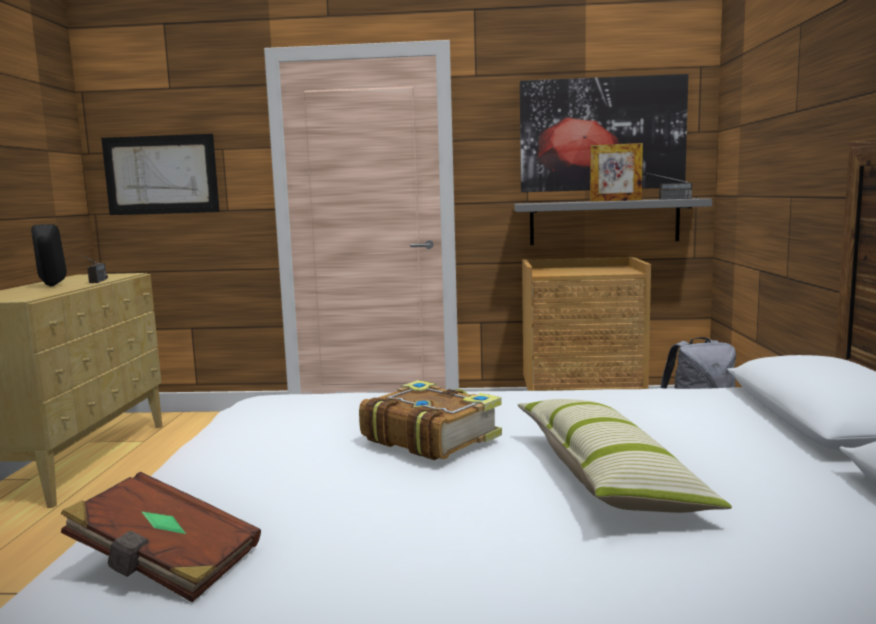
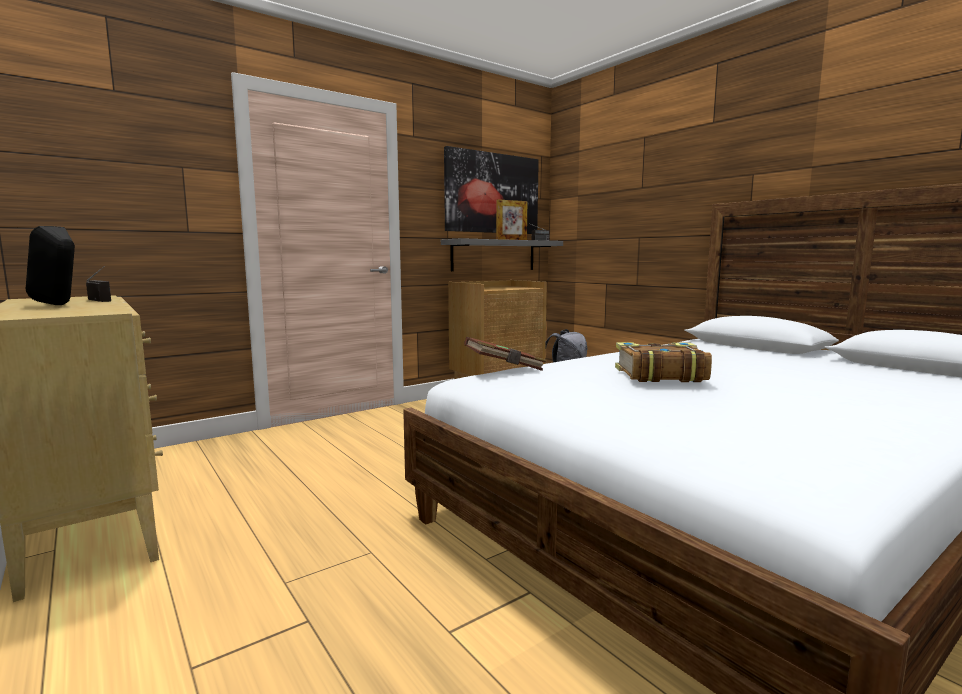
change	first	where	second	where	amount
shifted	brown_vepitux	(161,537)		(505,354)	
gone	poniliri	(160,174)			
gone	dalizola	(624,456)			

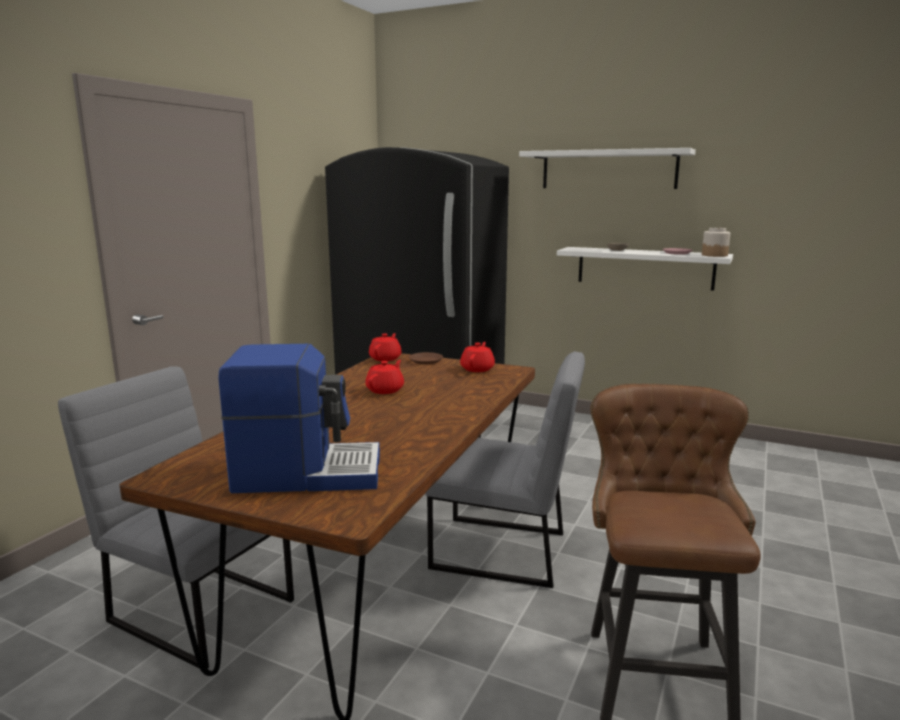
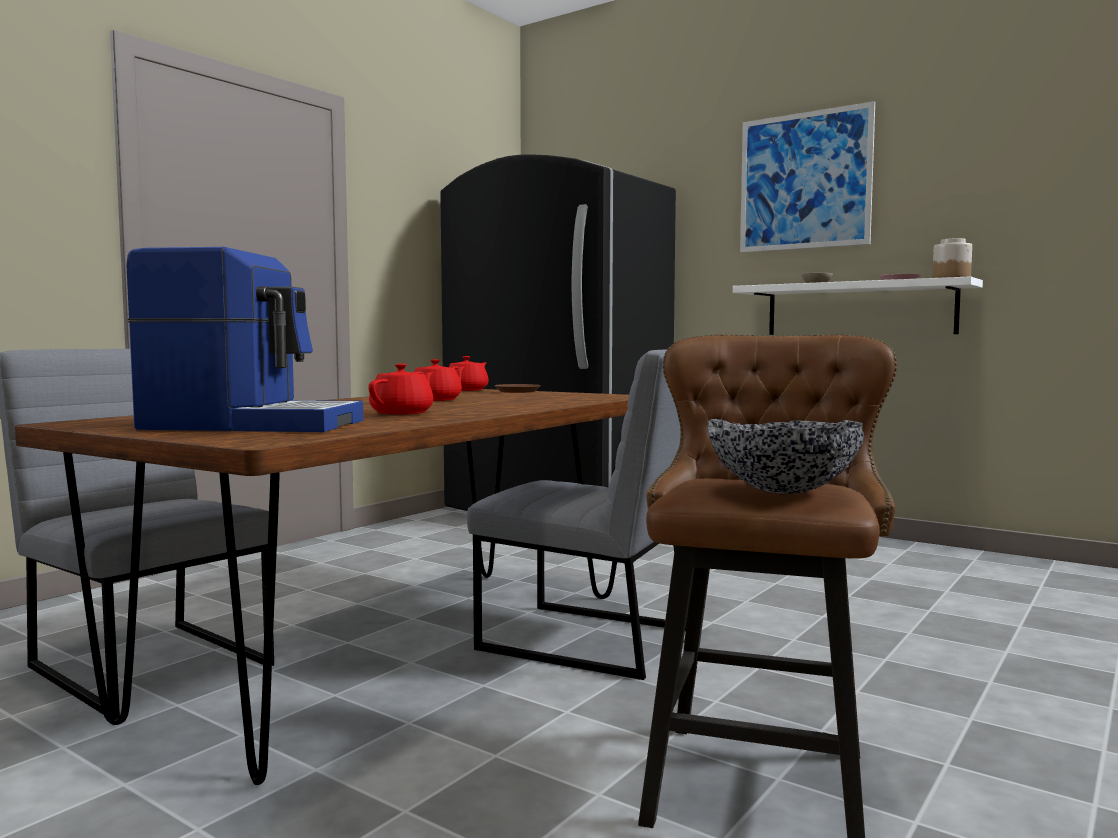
change	first	where	second	where	amount
shifted	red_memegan	(477,357)		(401,389)	
swapped	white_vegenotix	(607,168)	poniliri	(807,177)	
new			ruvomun	(786,456)	

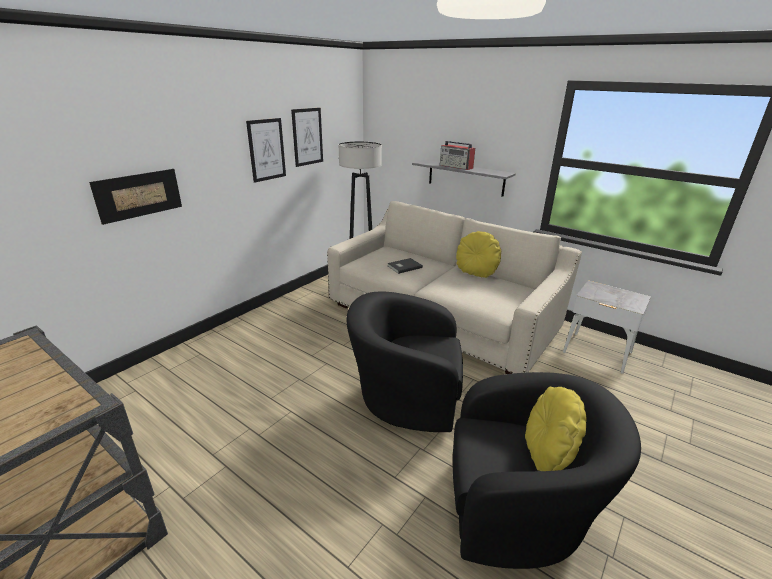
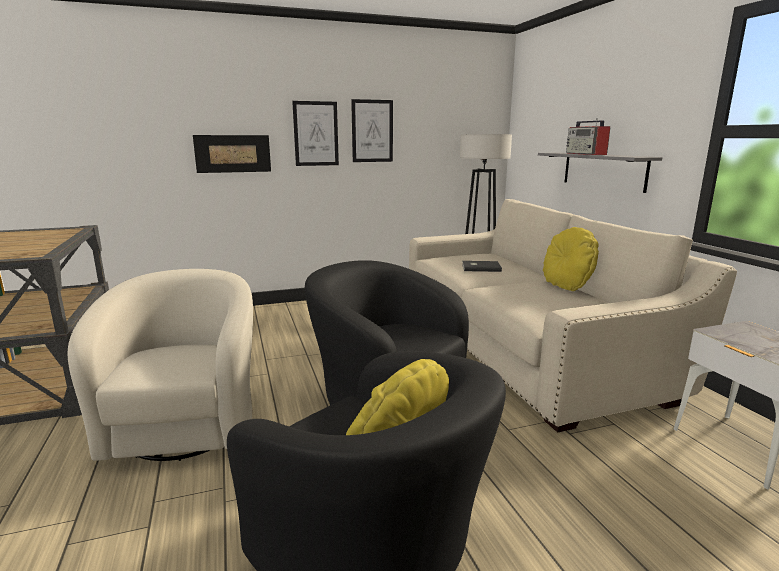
change	first	where	second	where	amount
shifted	poniliri	(307,137)		(315,133)	
new			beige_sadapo	(160,365)	

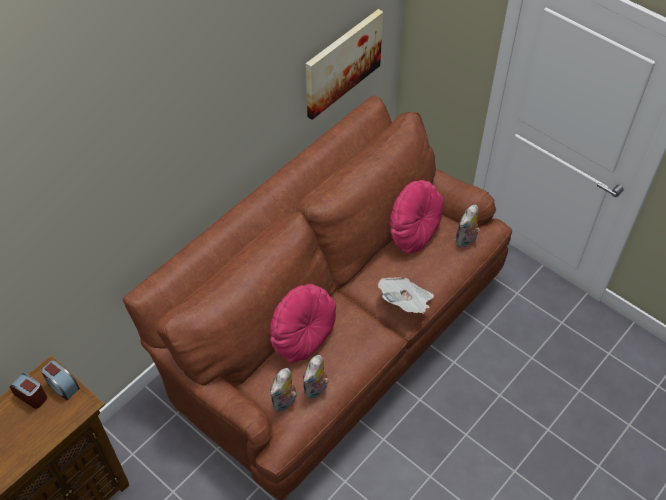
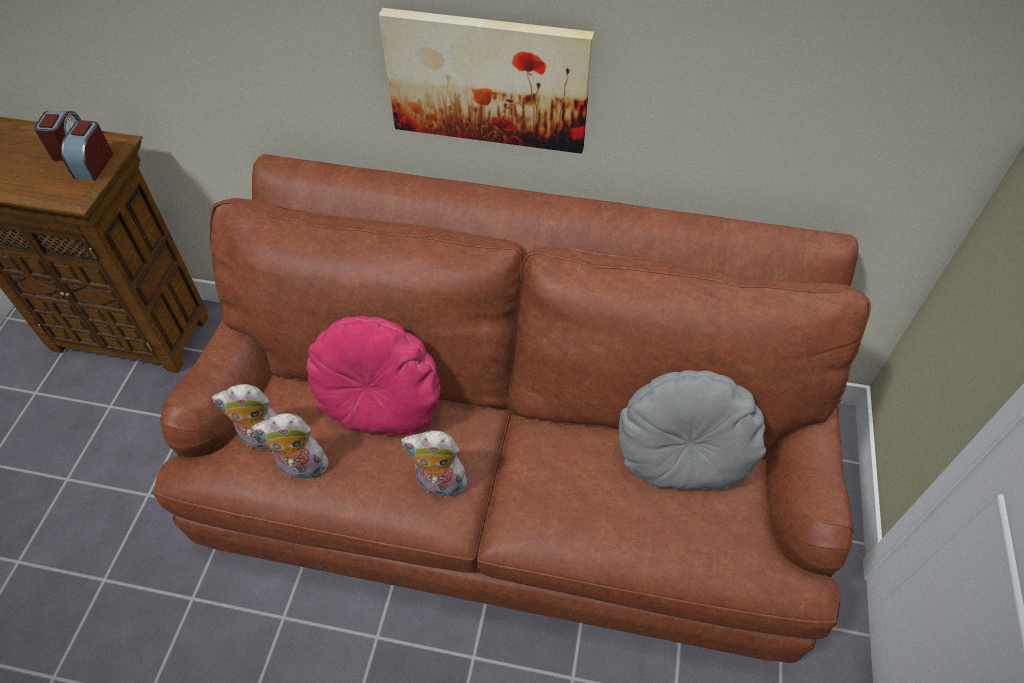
change	first	where	second	where	amount
shifted	poniliri	(344,64)		(486,81)	
gone	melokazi	(406,295)			
repainted	pink_dalizola	(416,217)	grey_dalizola	(692,430)	
shifted	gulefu	(467,226)		(435,465)	

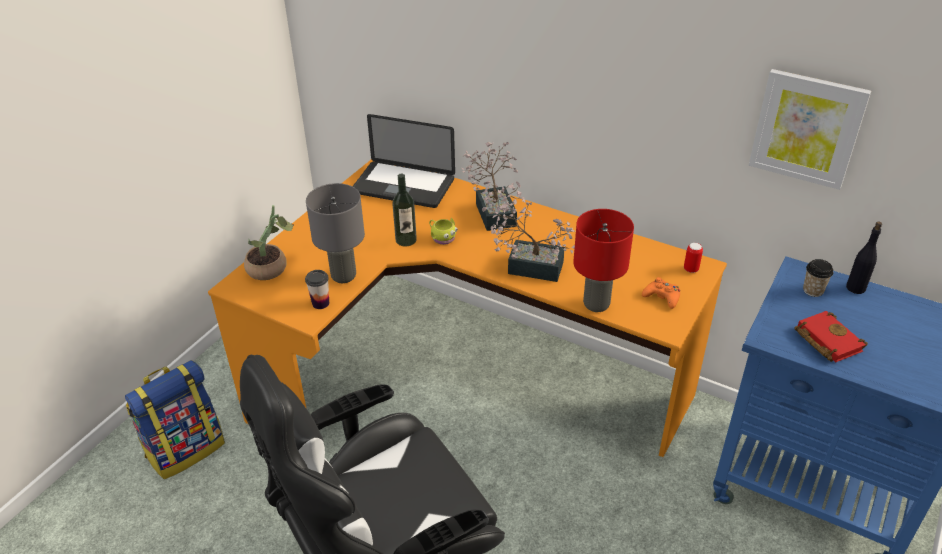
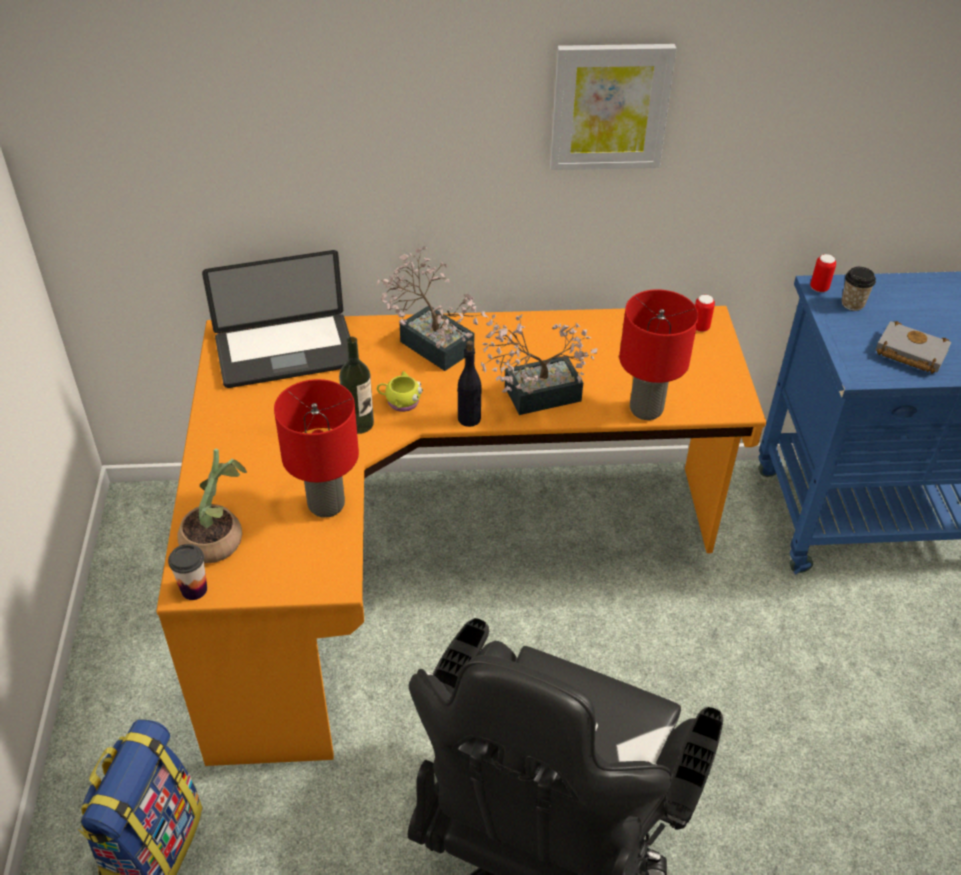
change	first	where	second	where	amount
shifted	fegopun	(317,289)		(187,572)	
repainted	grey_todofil	(335,233)	red_todofil	(316,448)	
gone	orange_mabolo	(661,293)			
shifted	poniliri	(810,129)		(613,107)	
repainted	red_vepitux	(831,336)	grey_vepitux	(913,347)	
shifted	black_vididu	(864,258)		(469,384)	
new			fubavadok	(823,273)	

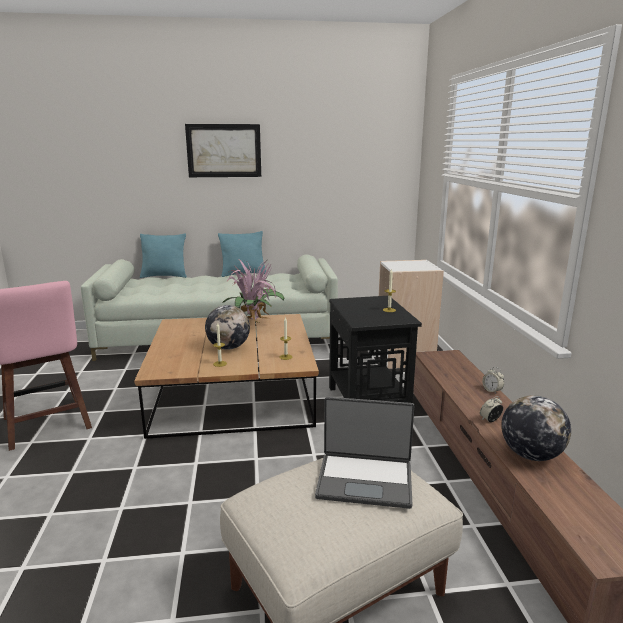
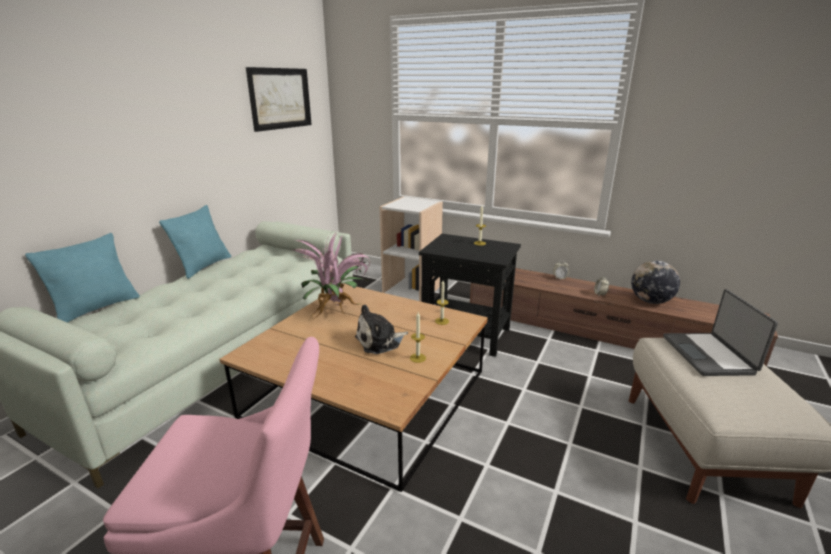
change	first	where	second	where	amount
shifted	poniliri	(223,150)		(279,99)	
swapped	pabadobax	(227,327)	gulefu	(381,329)	
rotated	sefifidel	(364,453)		(720,332)	135 degrees clockwise

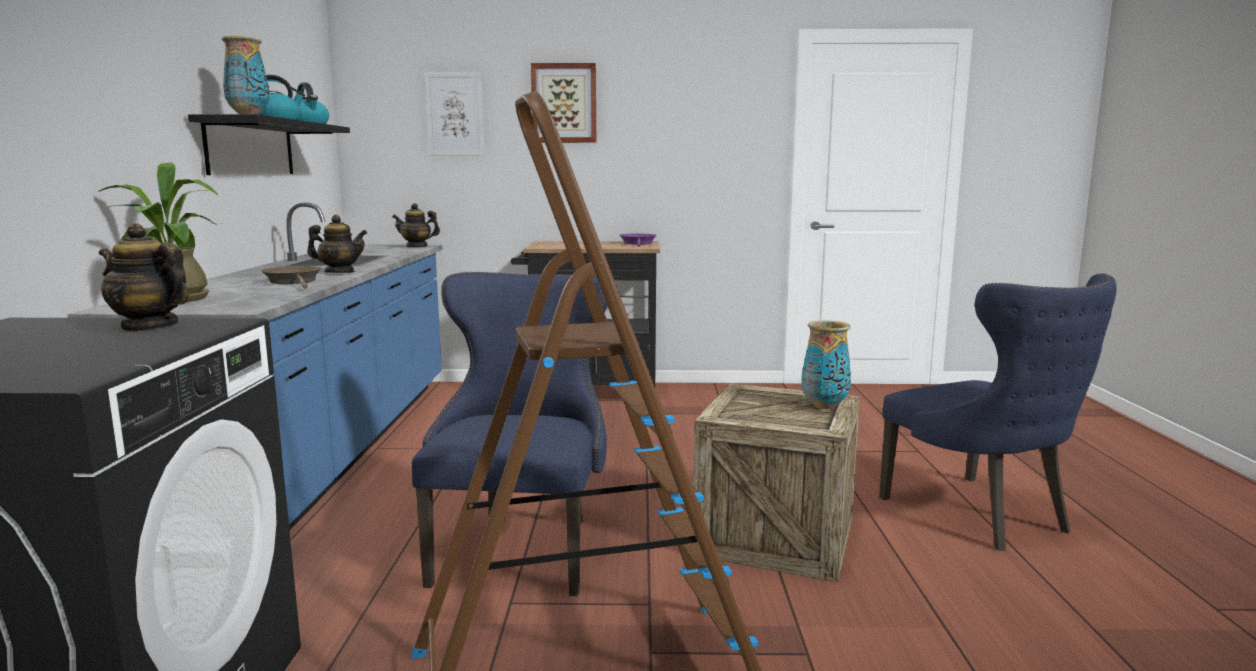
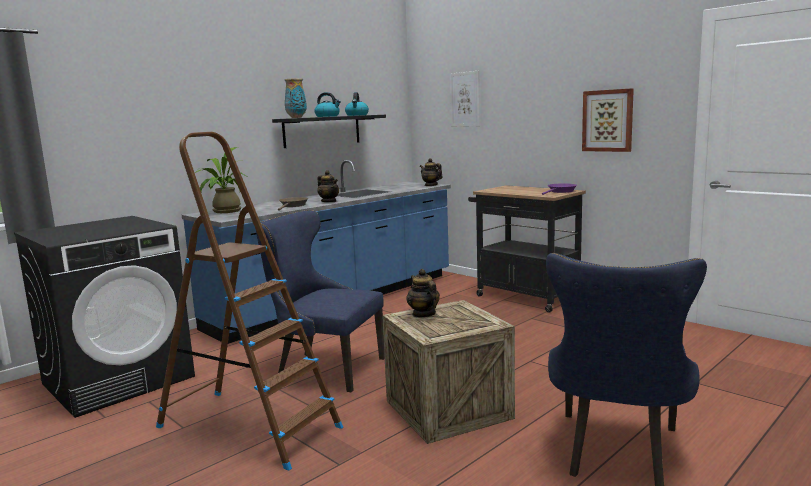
change	first	where	second	where	amount
shifted	memegan	(144,277)		(423,293)	
rotated	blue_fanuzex	(509,434)		(320,301)	120 degrees counterclockwise
shifted	poniliri	(563,103)		(608,120)	
gone	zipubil	(826,364)			

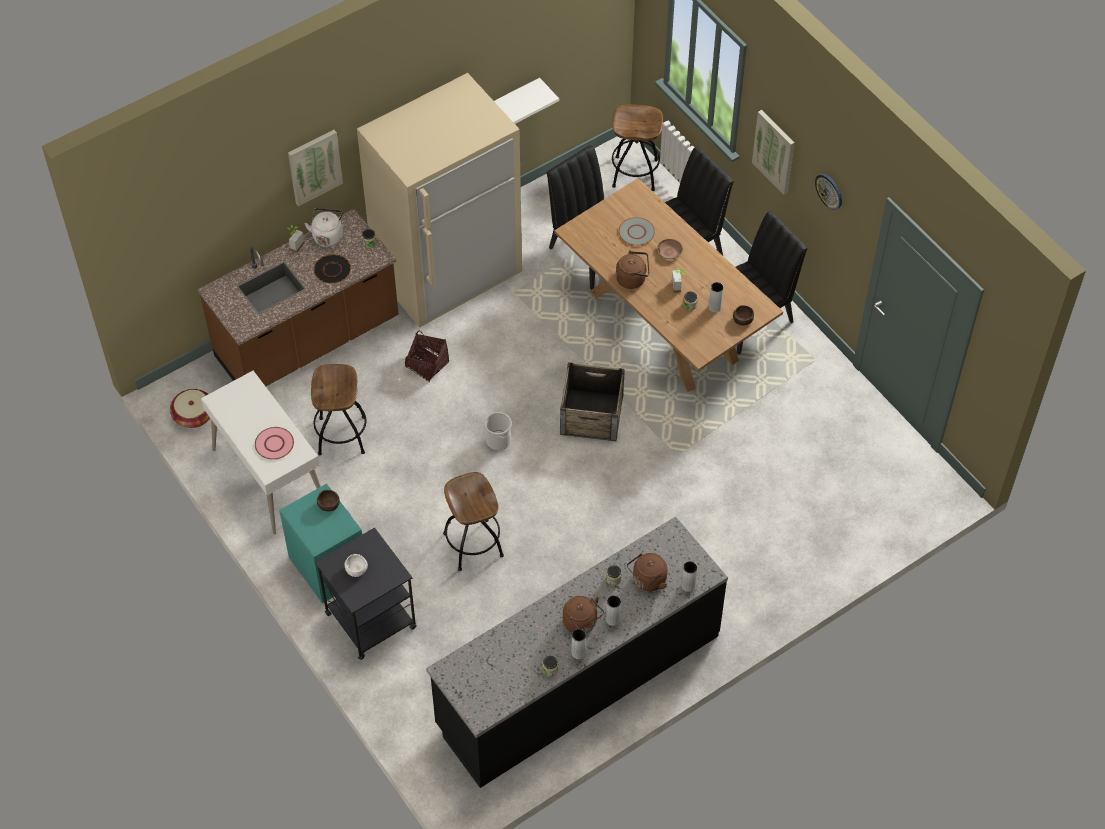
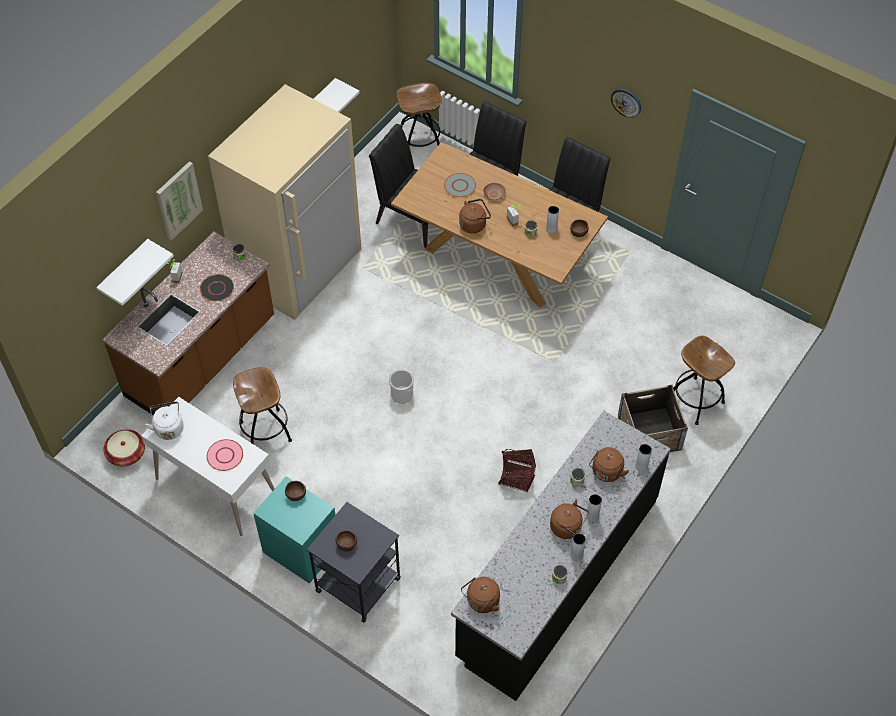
change	first	where	second	where	amount
shifted	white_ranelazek	(323,227)		(164,420)	
repainted	white_ruvomun	(356,565)	brown_ruvomun	(346,540)	
shifted	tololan	(427,356)		(517,470)	
shifted	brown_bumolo	(473,521)		(704,380)	
shifted	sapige	(592,402)		(653,418)	
gone	poniliri	(773,152)			
new			white_vegenotix	(135,272)	
new			brown_ranelazek	(480,595)	

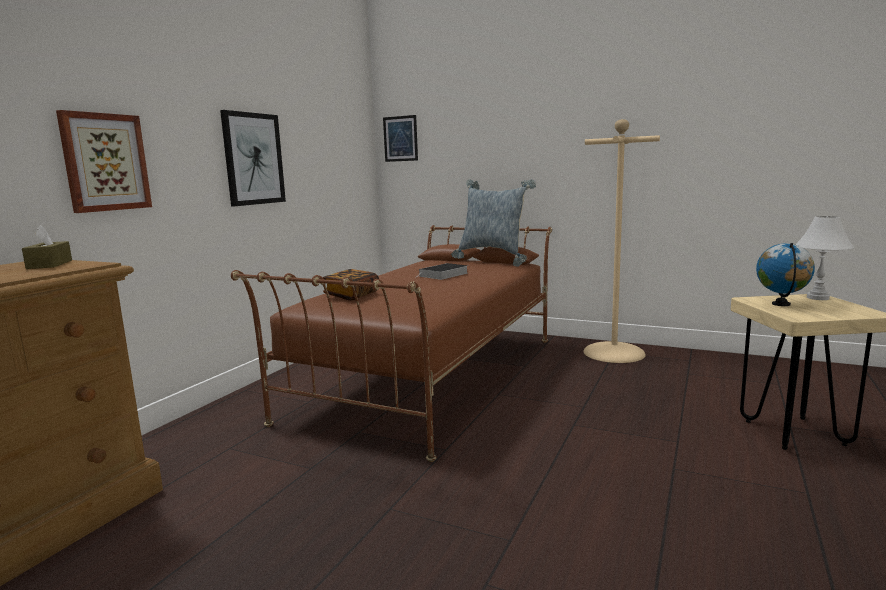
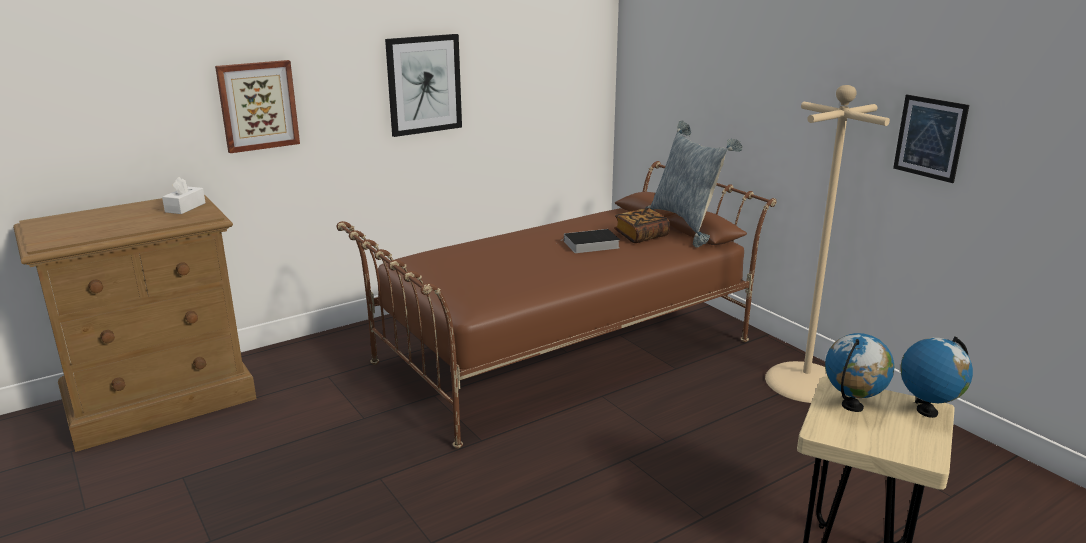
change	first	where	second	where	amount
repainted	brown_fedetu	(47,247)	white_fedetu	(183,195)	
shifted	vepitux	(351,285)		(642,225)	
shifted	poniliri	(400,138)		(931,139)	
swapped	white_todofil	(824,258)	pabadobax	(936,377)	

